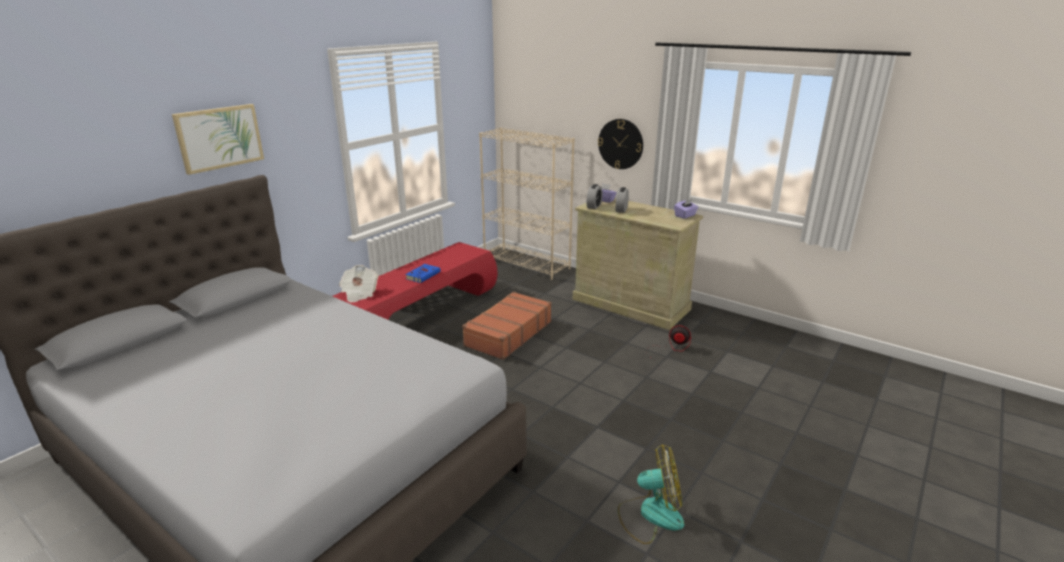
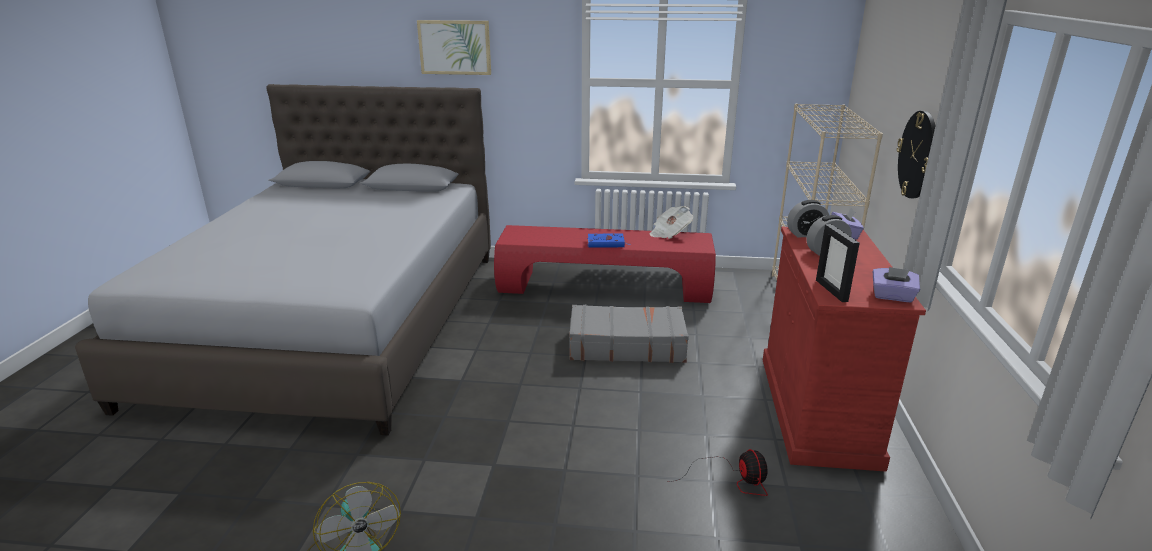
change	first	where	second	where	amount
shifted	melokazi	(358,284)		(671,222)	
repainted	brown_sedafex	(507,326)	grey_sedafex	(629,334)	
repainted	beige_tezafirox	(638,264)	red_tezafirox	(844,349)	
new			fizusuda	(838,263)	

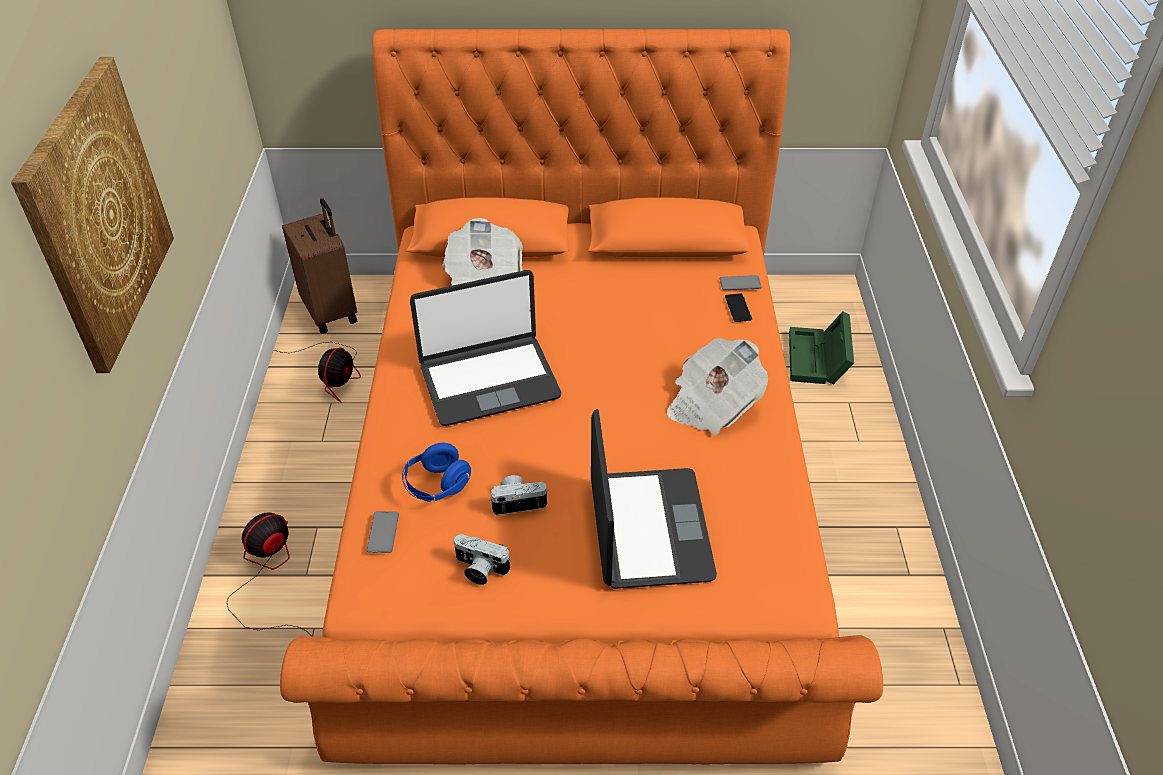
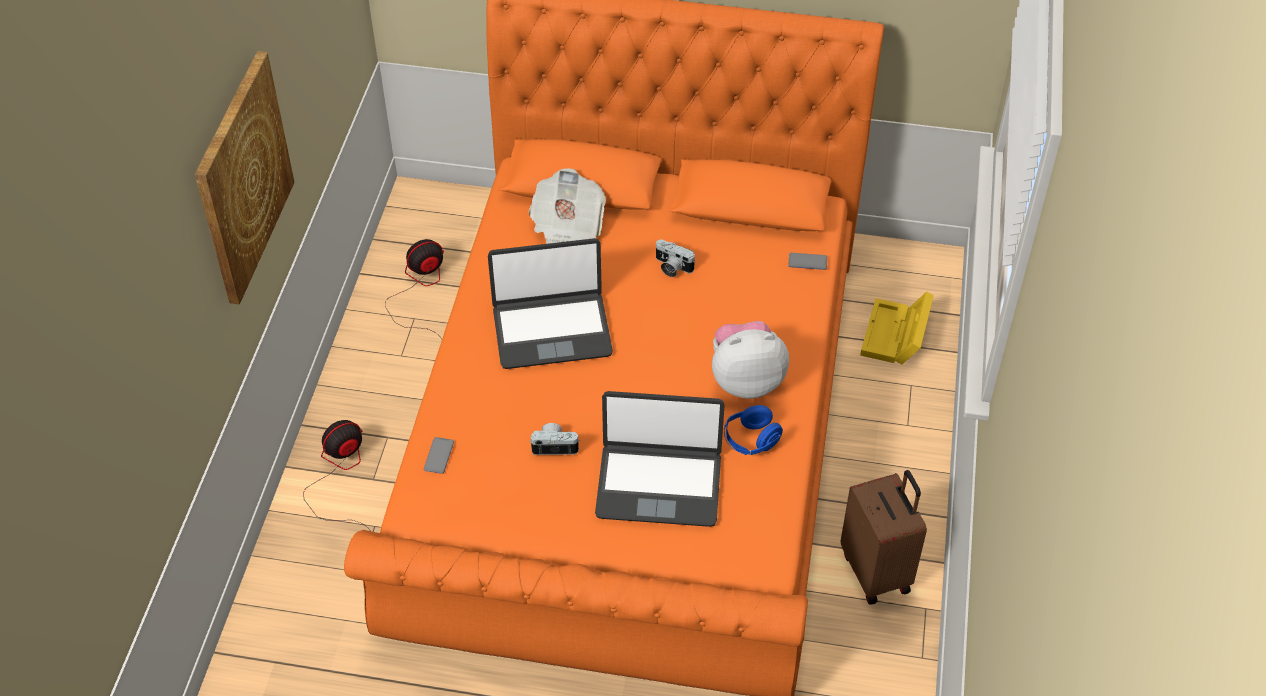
change	first	where	second	where	amount
rotated	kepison	(317,372)		(414,289)	150 degrees counterclockwise
shifted	brown_sedafex	(319,266)		(884,537)	
shifted	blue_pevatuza	(436,472)		(753,430)	
shifted	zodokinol	(481,559)		(675,258)	
rotated	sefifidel	(654,499)		(660,459)	90 degrees clockwise
swapped	melokazi	(717,386)	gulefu	(750,360)	
gone	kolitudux	(738,307)			
repainted	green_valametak	(821,348)	yellow_valametak	(897,328)	

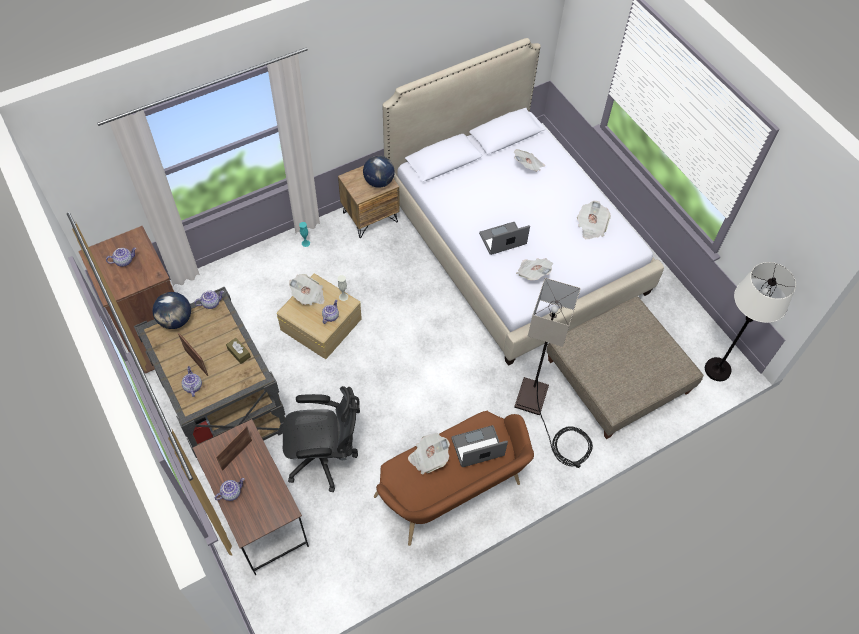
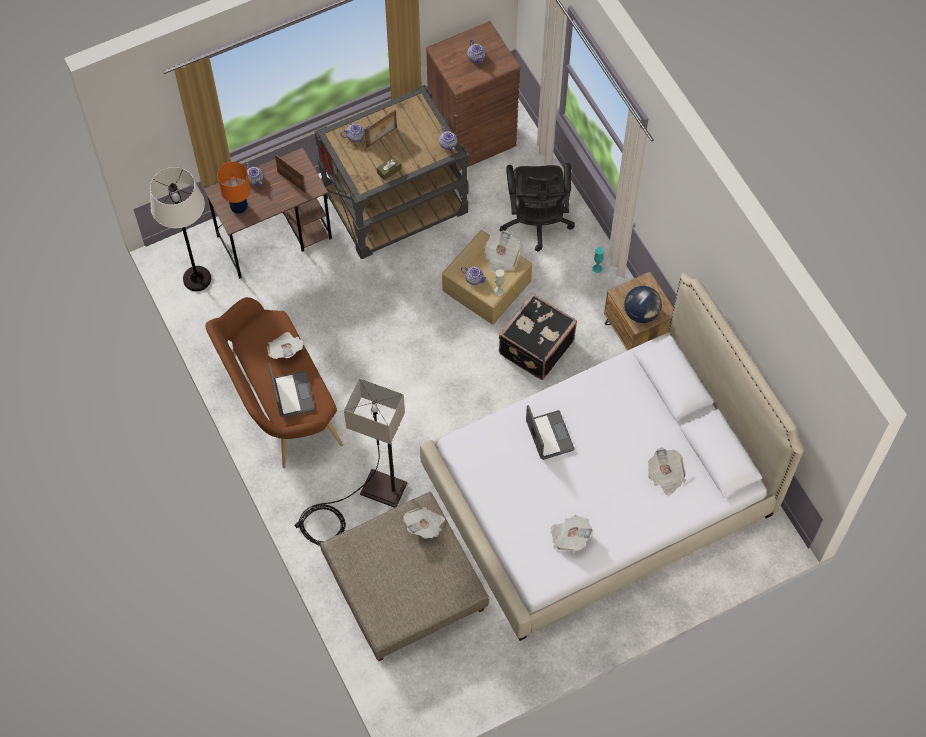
change	first	where	second	where	amount
gone	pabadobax	(171,310)			
shifted	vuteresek	(321,439)		(537,207)	
shifted	melokazi	(534,269)		(424,523)	
shifted	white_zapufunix	(750,321)		(180,229)	
new			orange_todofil	(234,188)	
new			black_sedafex	(538,336)	

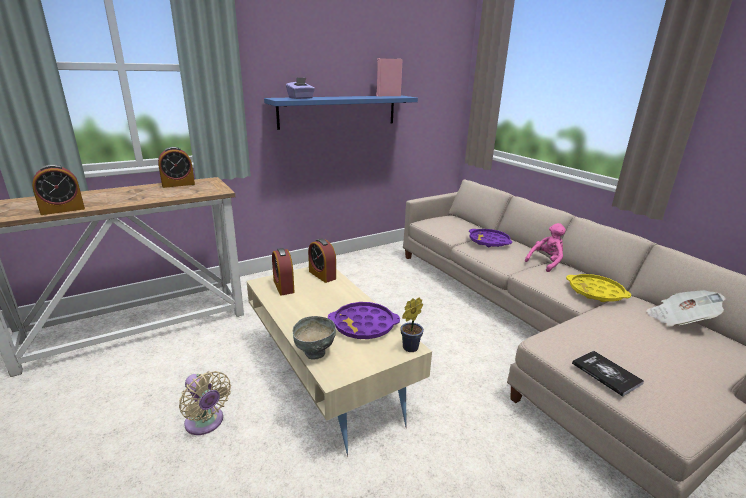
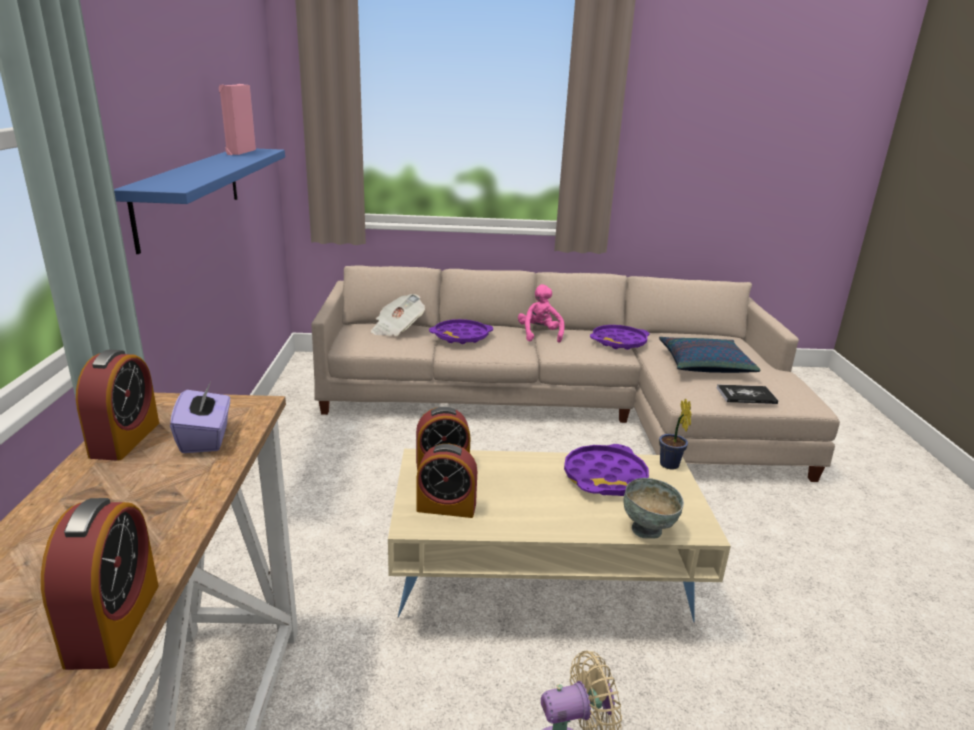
change	first	where	second	where	amount
shifted	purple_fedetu	(300,88)		(200,417)	
repainted	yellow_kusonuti	(598,288)	purple_kusonuti	(620,337)	
shifted	melokazi	(686,308)		(397,315)	
new			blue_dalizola	(710,355)	

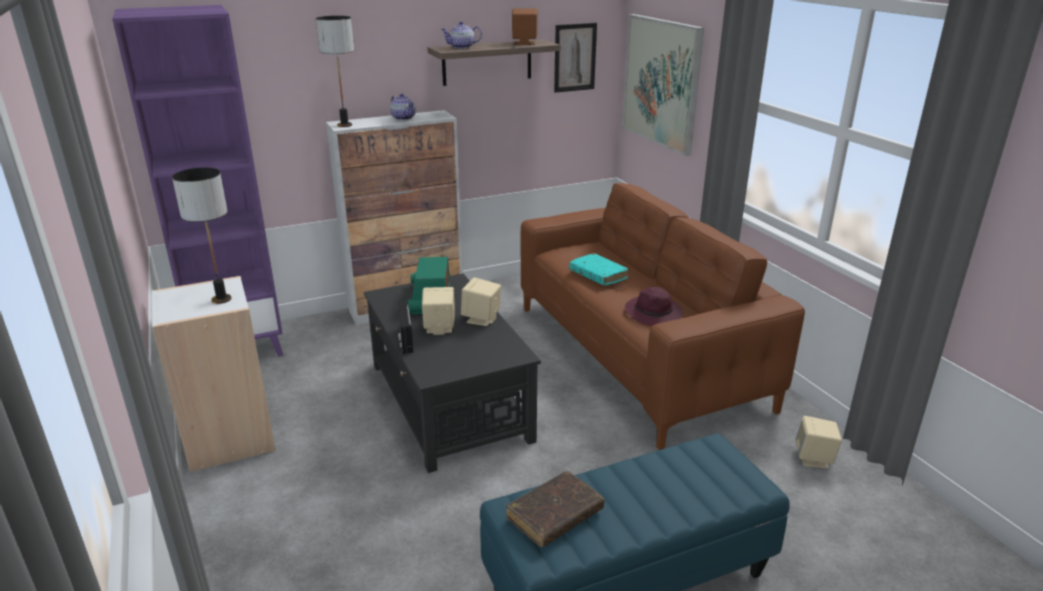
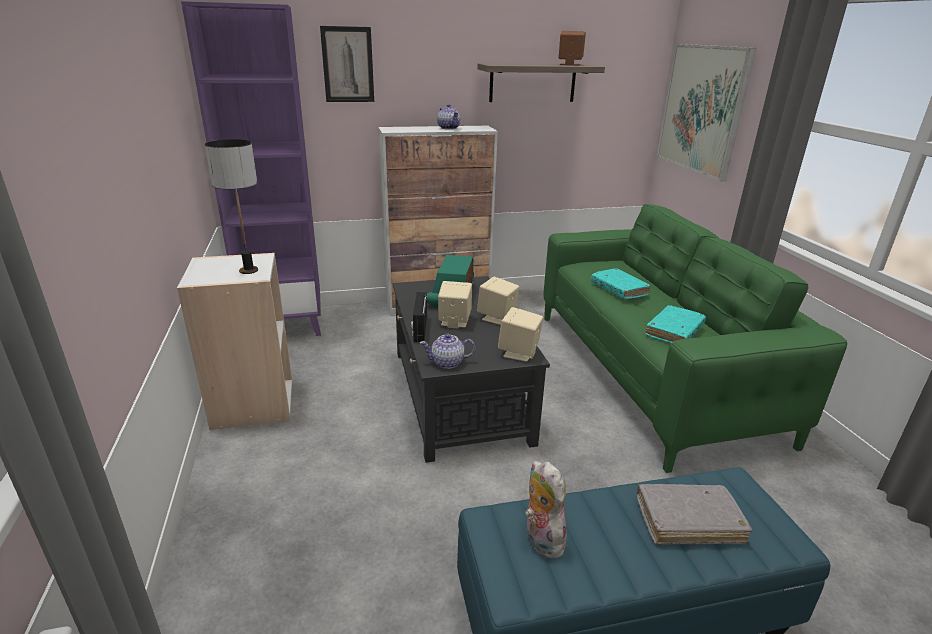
change	first	where	second	where	amount
gone	todofil	(335,71)			
shifted	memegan	(461,35)		(447,351)	
swapped	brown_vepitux	(555,509)	gulefu	(547,510)	
repainted	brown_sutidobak	(663,316)	green_sutidobak	(695,338)	
shifted	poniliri	(575,58)		(347,64)	
swapped	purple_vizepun	(654,306)	turquoise_vepitux	(675,324)	
shifted	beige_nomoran	(819,442)		(520,334)	
new			grey_vepitux	(694,514)	

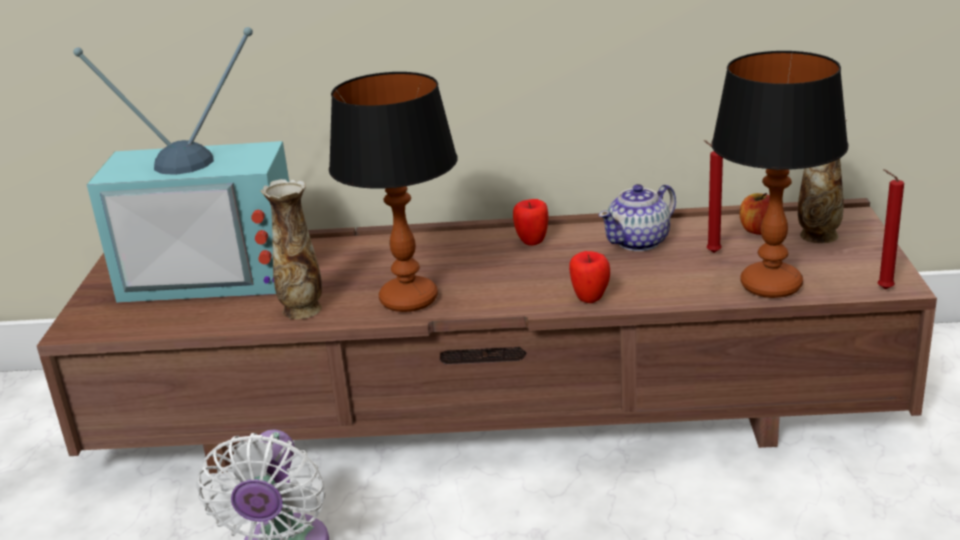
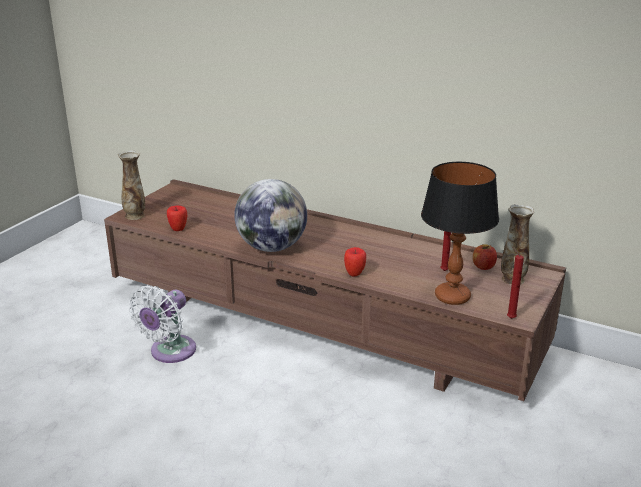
change	first	where	second	where	amount
gone	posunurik	(181,165)			
shifted	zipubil	(291,249)		(131,185)	
swapped	todofil	(393,192)	pabadobax	(270,215)	
shifted	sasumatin	(531,222)		(177,218)	
gone	memegan	(637,217)			

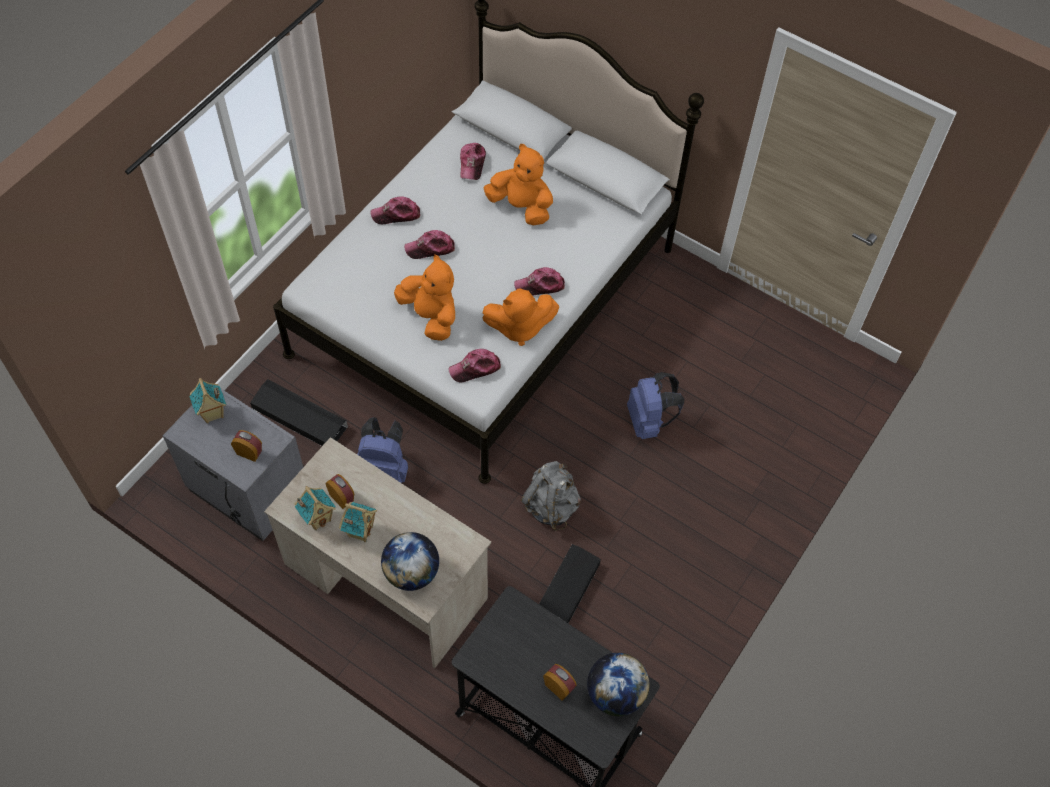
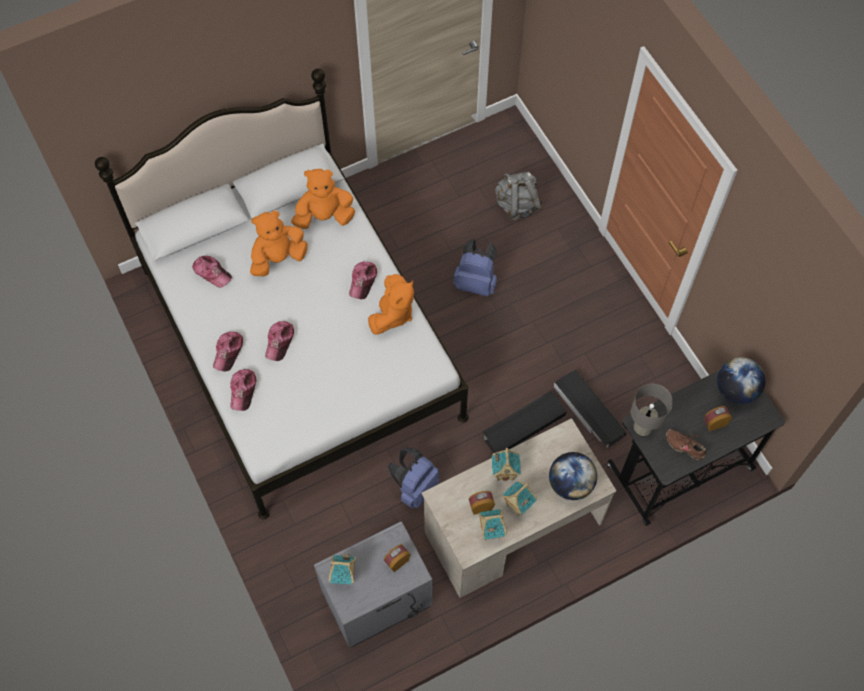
change	first	where	second	where	amount
shifted	black_valametak	(299,412)		(524,421)	
shifted	orange_gulefu	(424,297)		(323,199)	
shifted	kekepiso	(474,366)		(243,390)	
shifted	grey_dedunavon	(551,496)		(519,196)	
new			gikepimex	(506,464)	
new			grey_todofil	(652,410)	
new			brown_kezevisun	(686,444)	

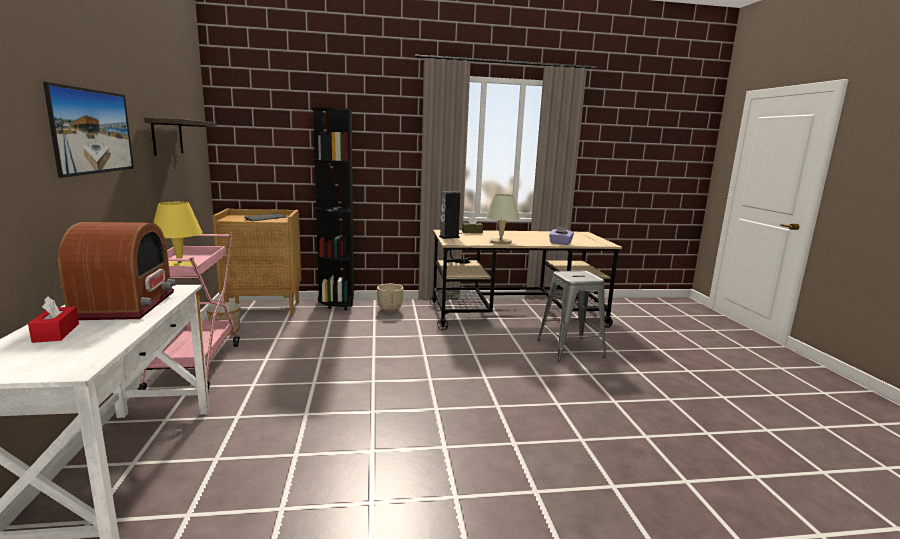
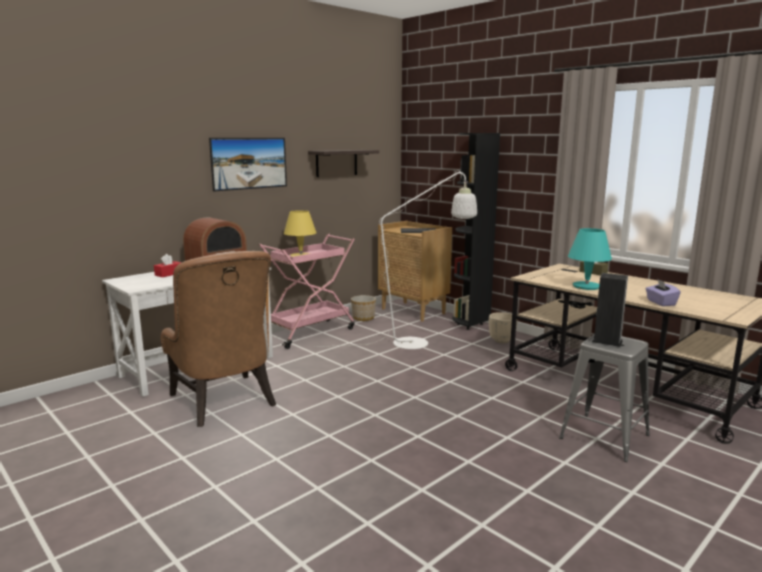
change	first	where	second	where	amount
shifted	nomoran	(450,215)		(610,310)	
repainted	beige_todofil	(503,219)	turquoise_todofil	(590,259)	
new			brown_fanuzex	(218,339)	
new			white_zapufunix	(397,259)	

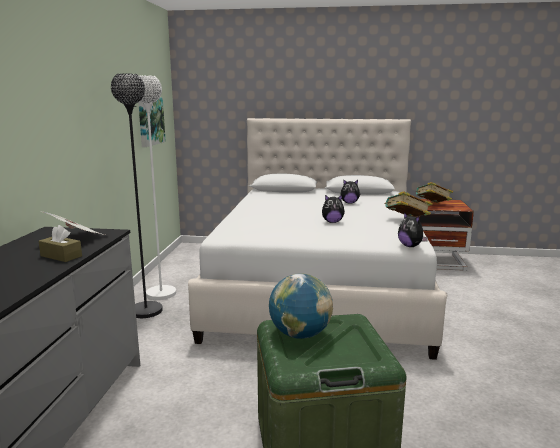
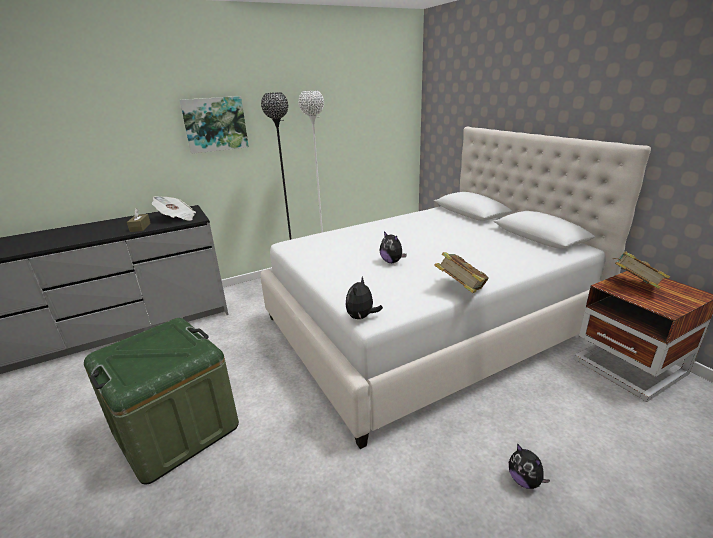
change	first	where	second	where	amount
shifted	poniliri	(152,122)		(214,125)	
gone	pabadobax	(301,306)			
shifted	gulefu	(350,192)		(529,466)	

